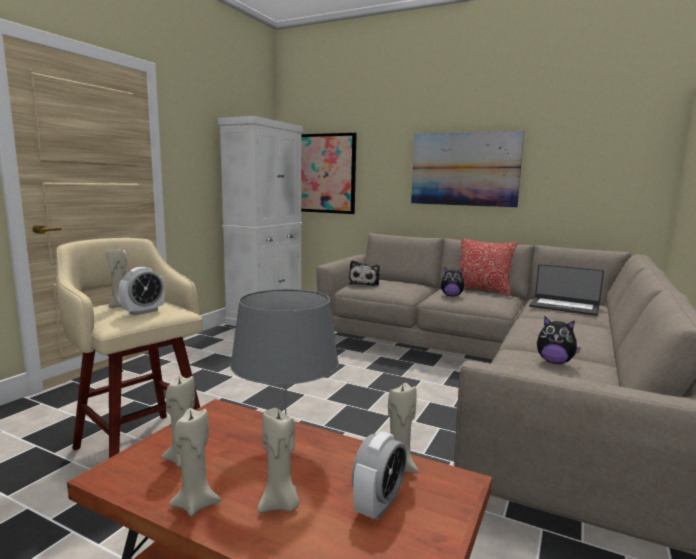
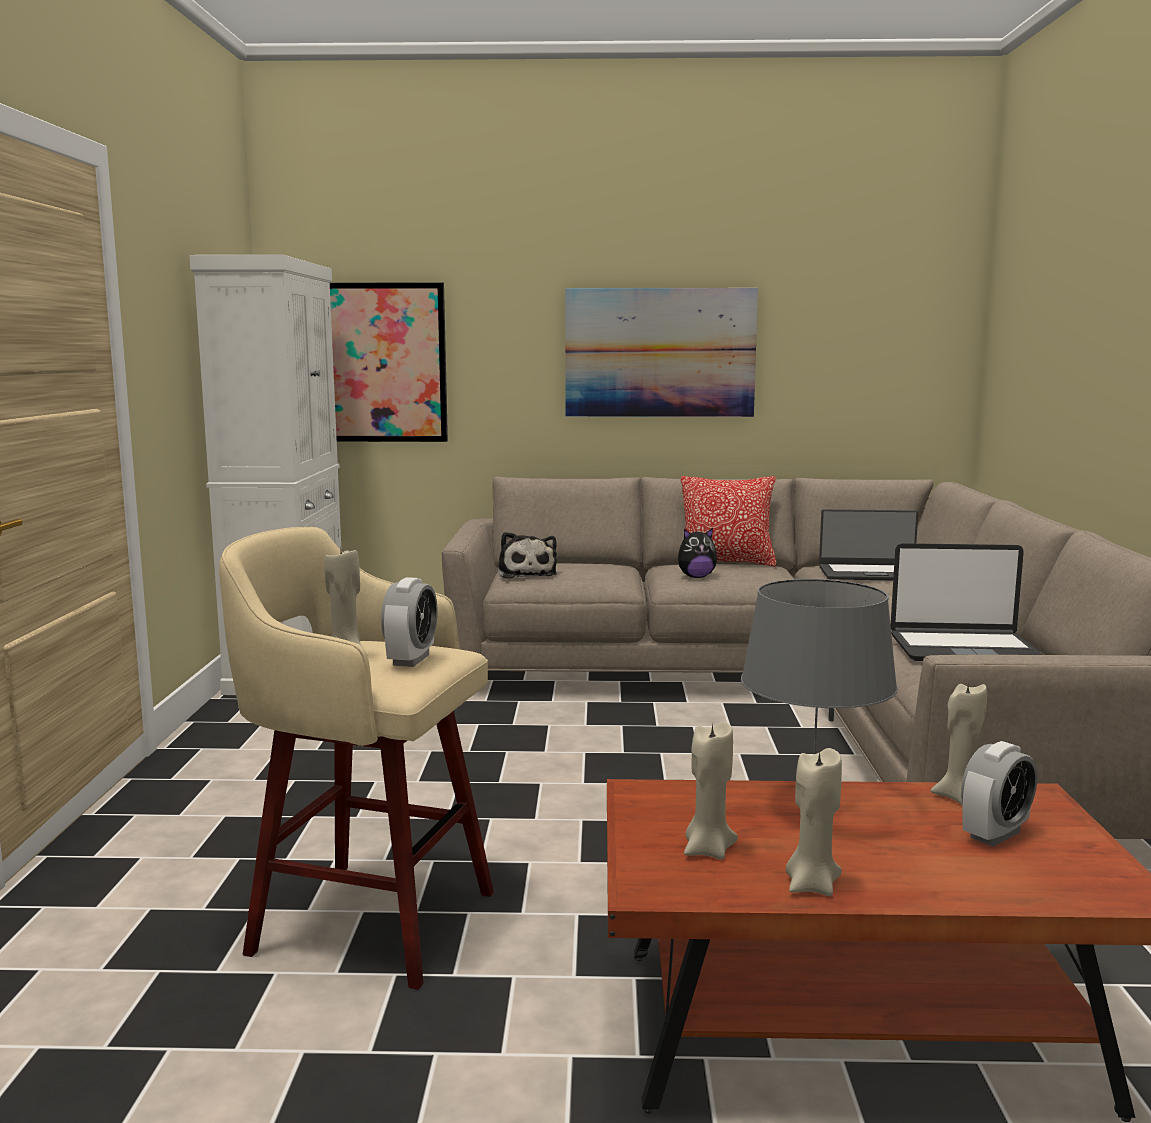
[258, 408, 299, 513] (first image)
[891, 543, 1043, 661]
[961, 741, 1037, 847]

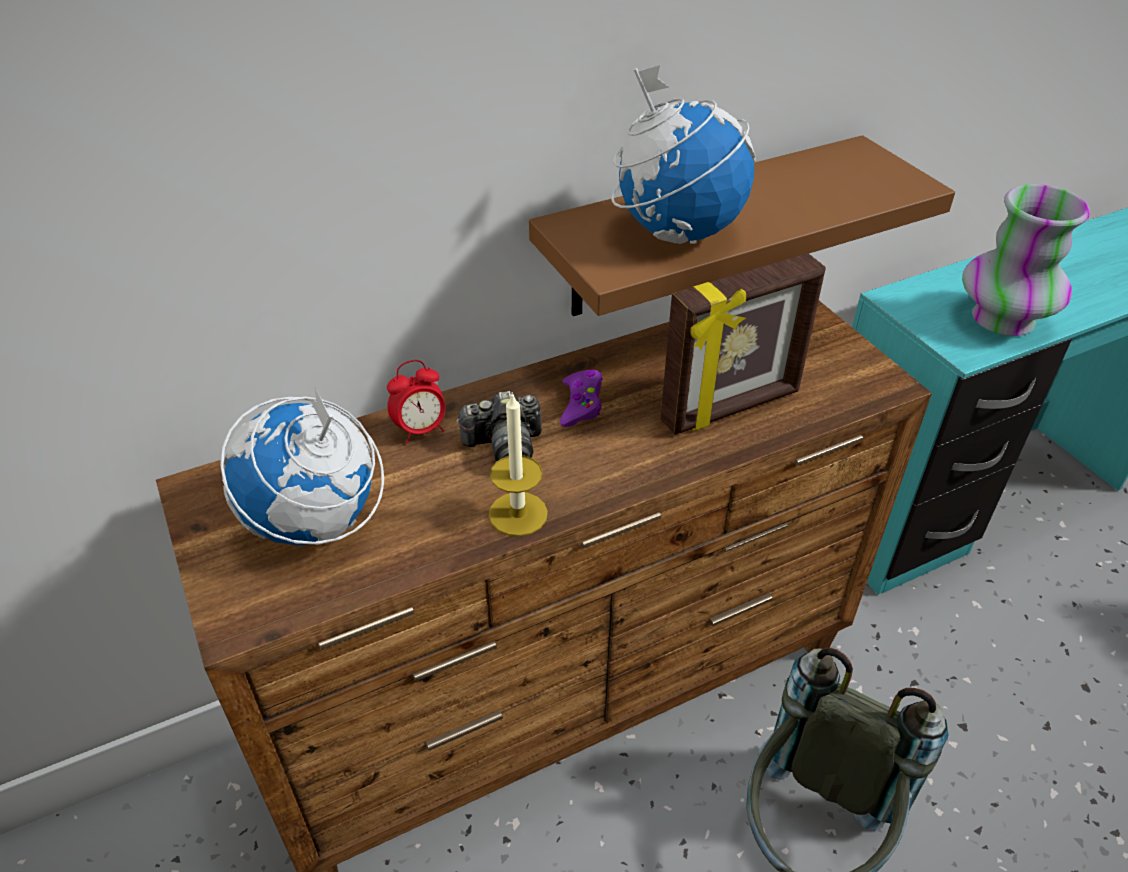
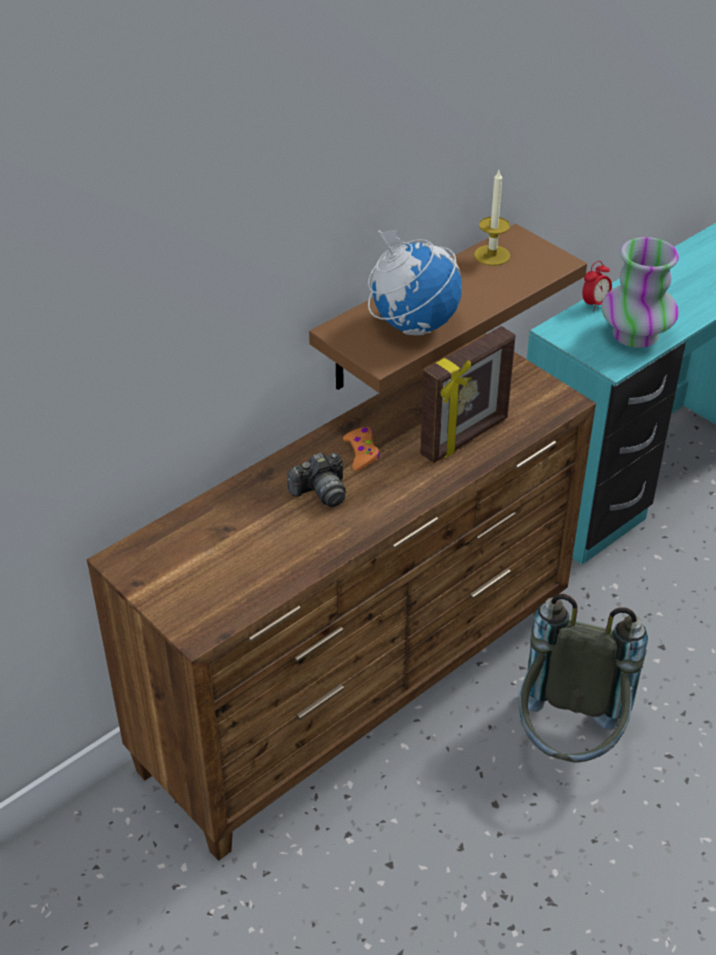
[220, 388, 384, 545] (first image)
[583, 261, 612, 312]
[474, 170, 510, 266]
[343, 427, 380, 471]

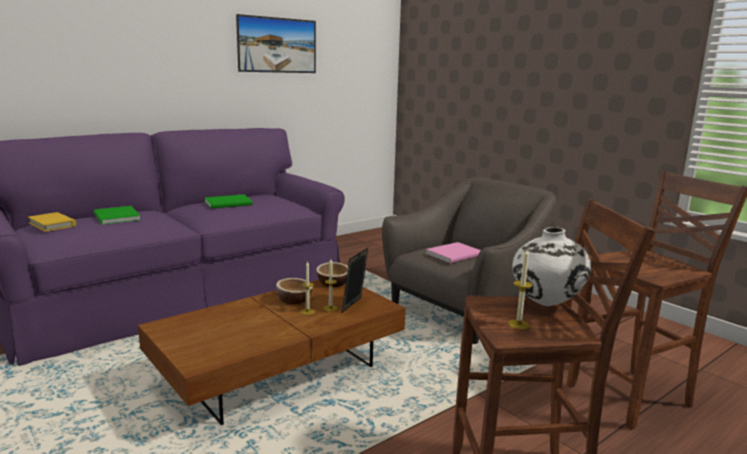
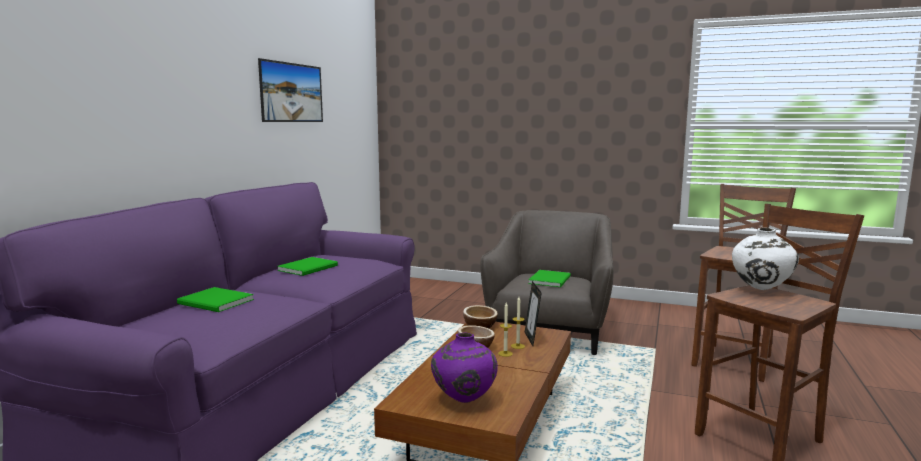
[28, 212, 76, 232] (first image)
[508, 249, 533, 329] (first image)
[431, 333, 498, 403]
[528, 270, 571, 287]

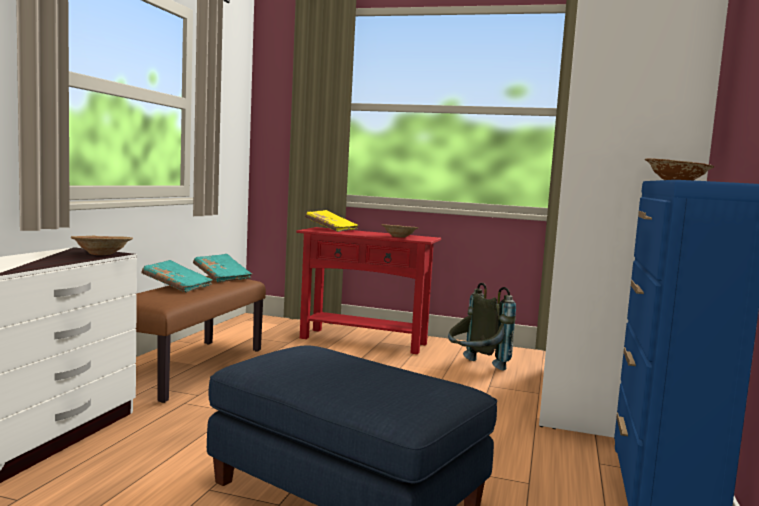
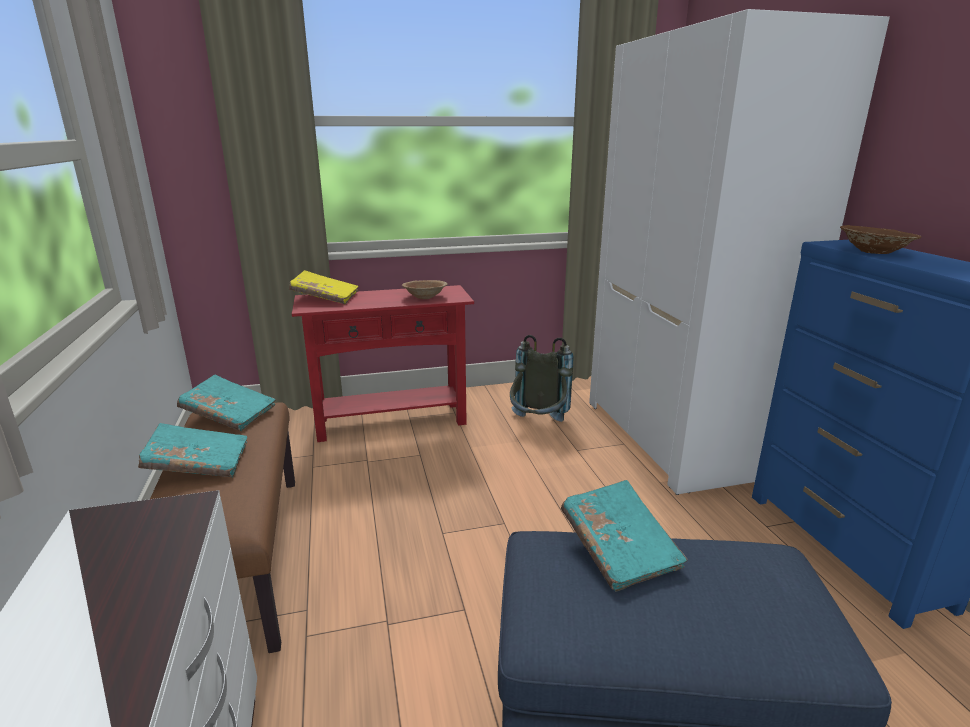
[71, 235, 133, 255] (first image)
[561, 480, 688, 592]

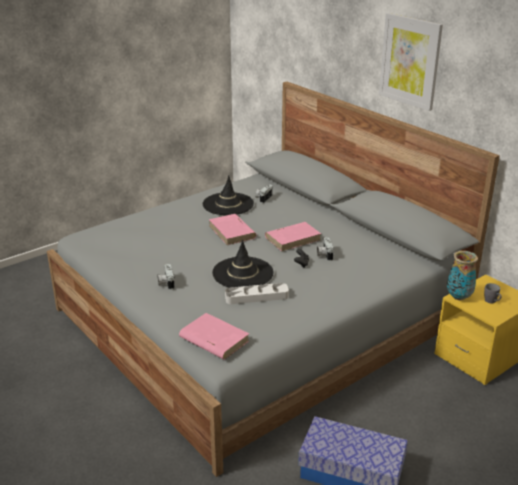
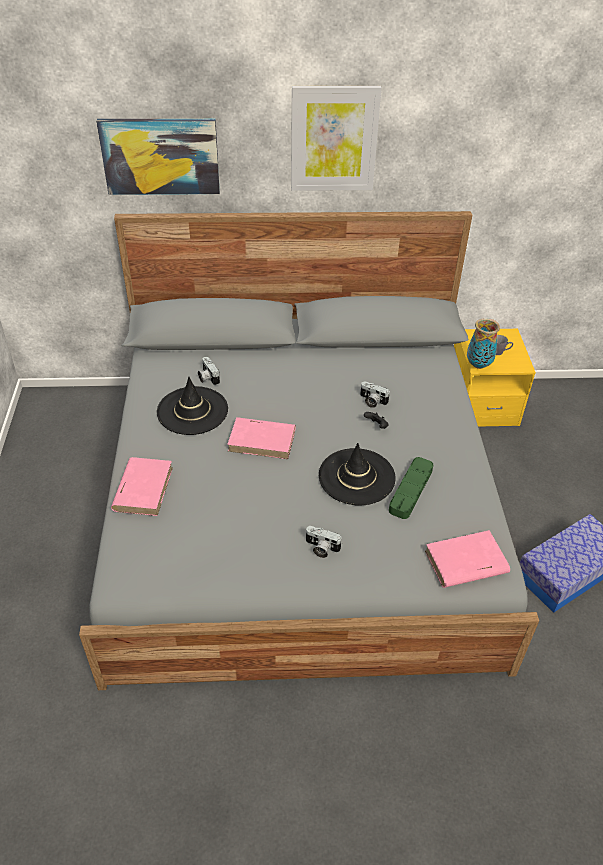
[96, 119, 220, 195]
[111, 457, 173, 516]
[389, 457, 433, 519]

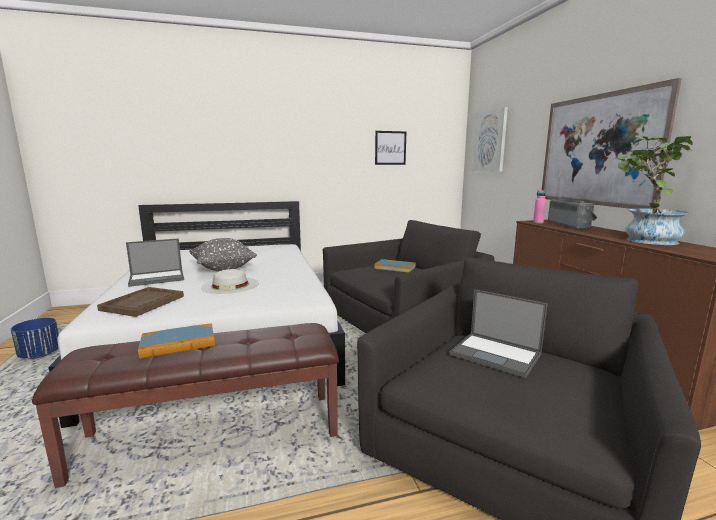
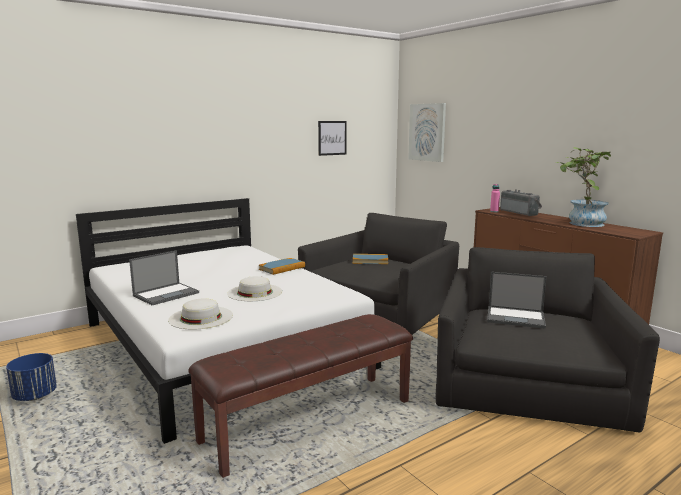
[189, 238, 257, 271] (first image)
[542, 78, 682, 209] (first image)
[259, 258, 305, 275]
[168, 299, 233, 330]

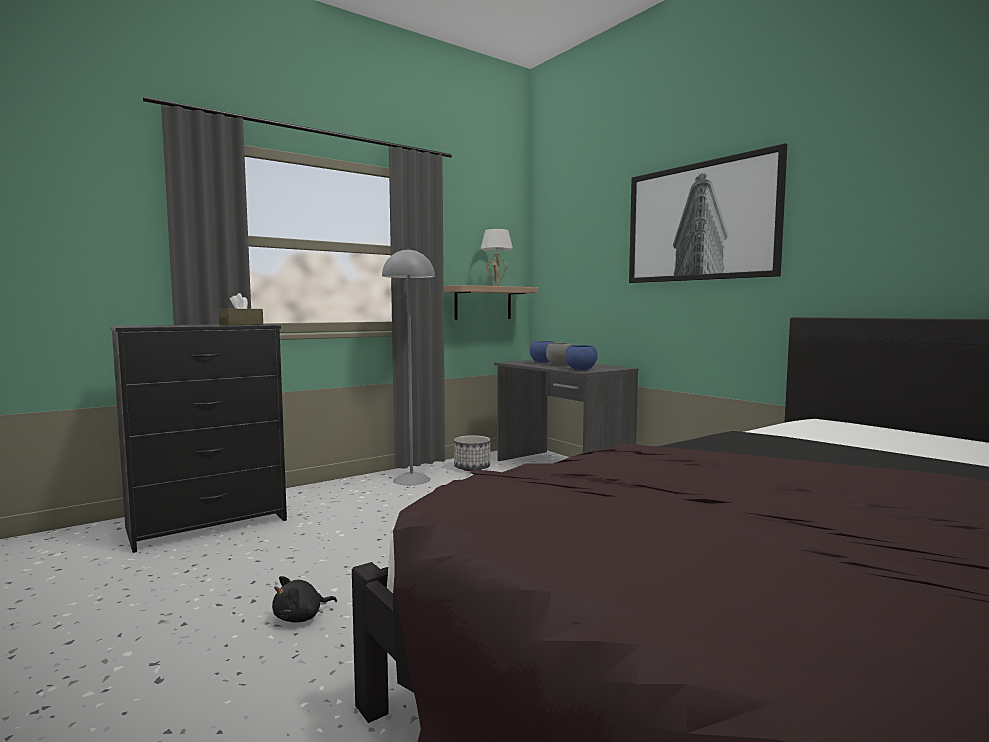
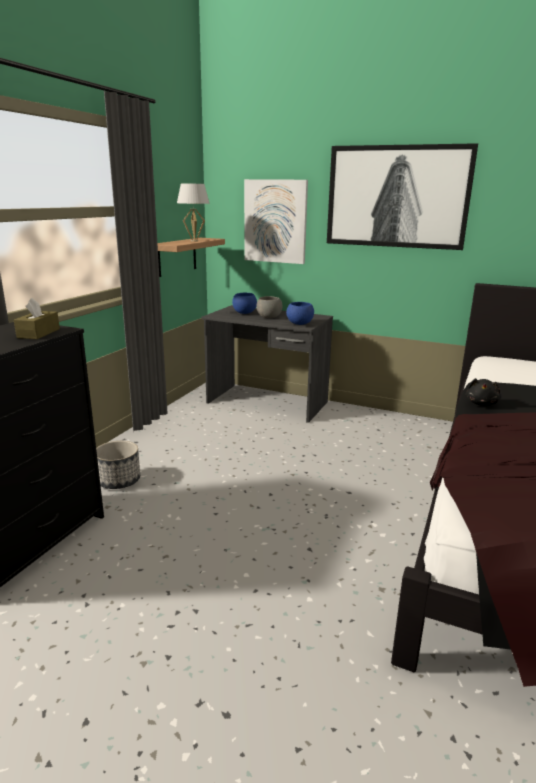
[382, 248, 435, 485] (first image)
[244, 179, 308, 264]
[466, 378, 501, 406]
[96, 441, 140, 489]

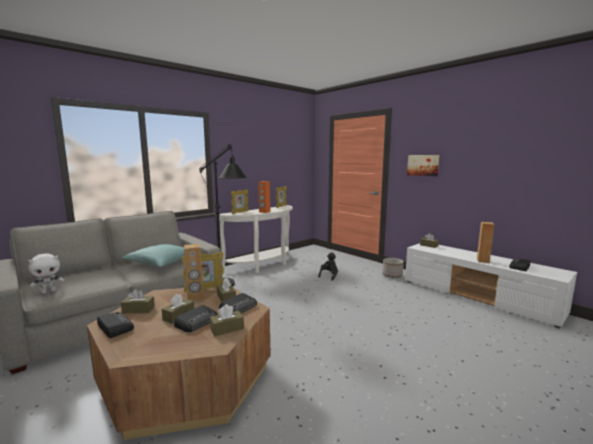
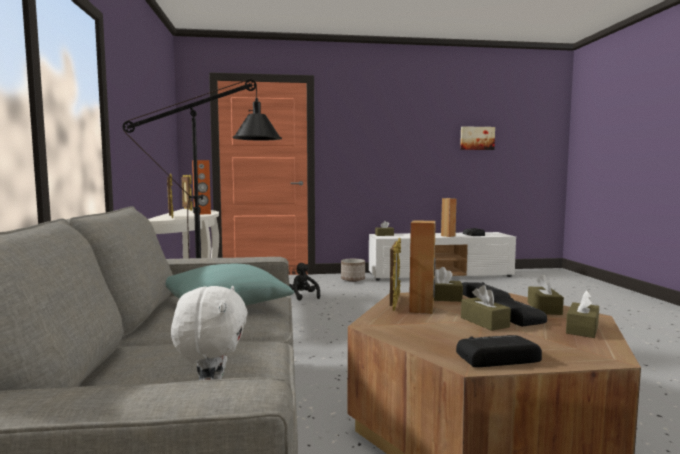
[566, 291, 599, 338]
[460, 126, 495, 150]

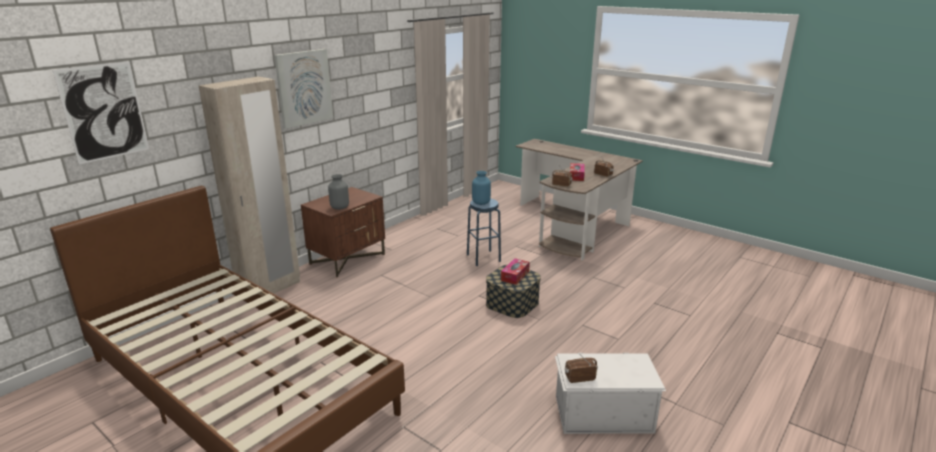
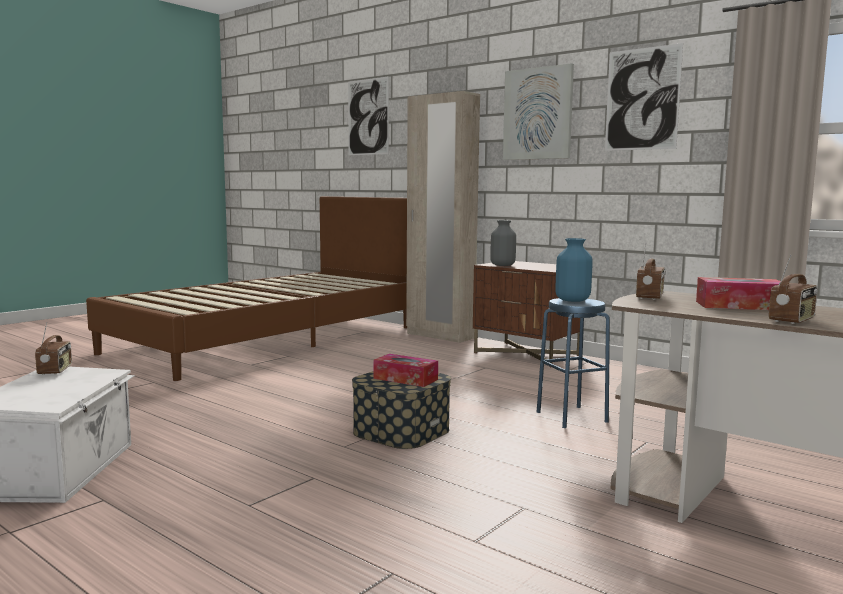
[605, 43, 683, 151]

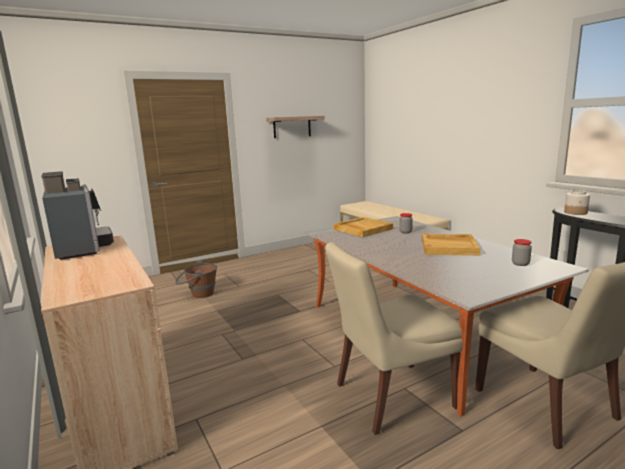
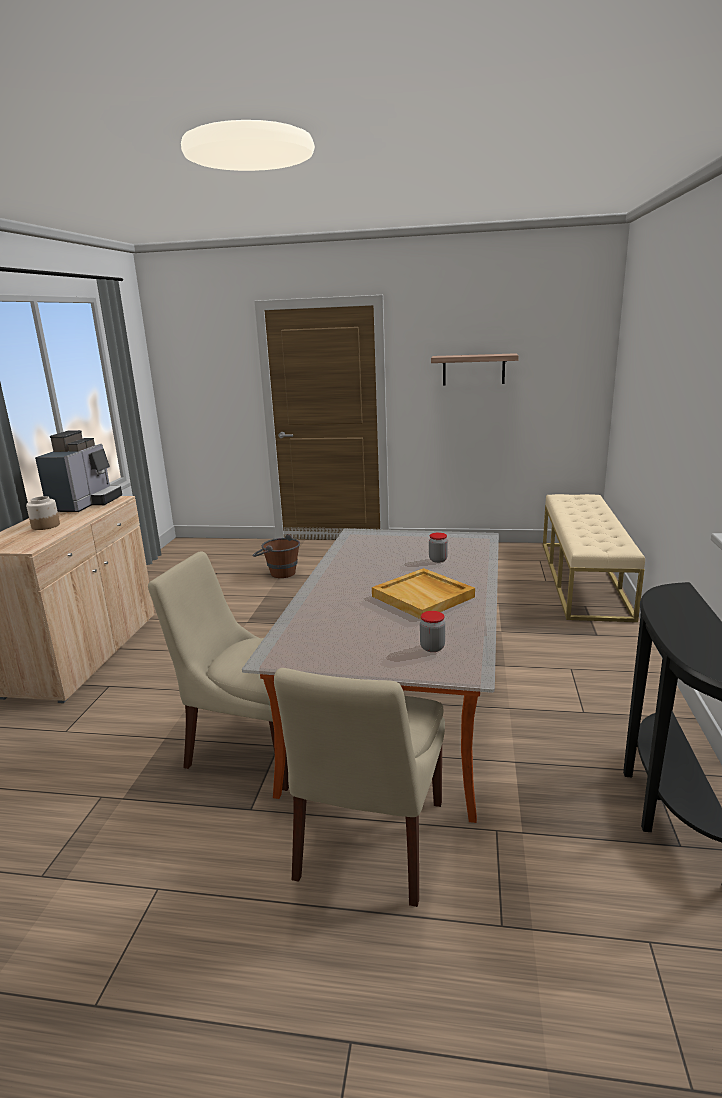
[334, 217, 393, 237] (first image)
[26, 496, 60, 530]

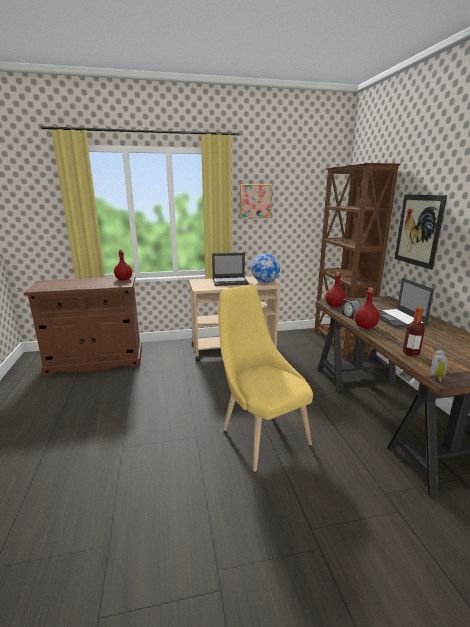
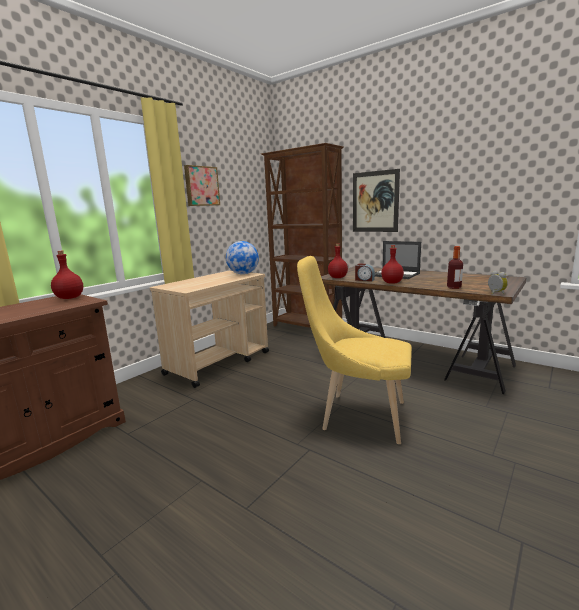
[212, 253, 249, 286] (first image)

